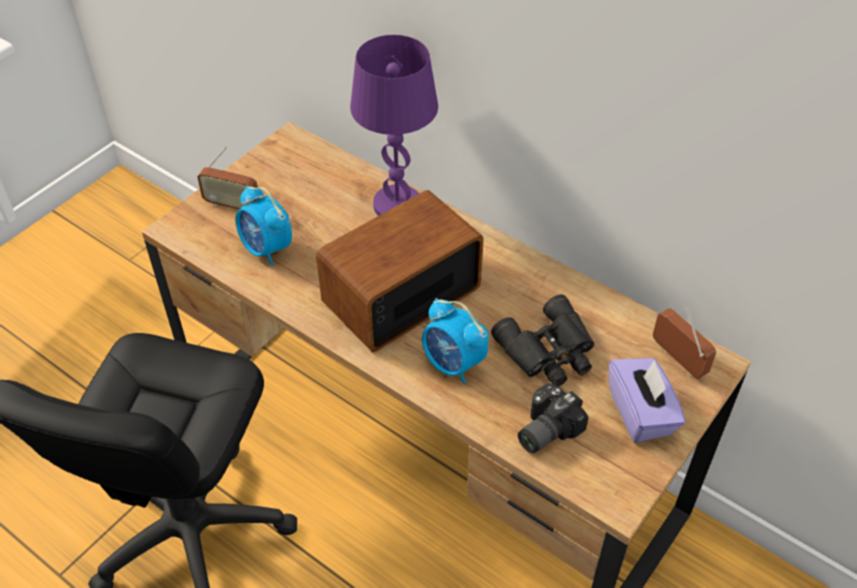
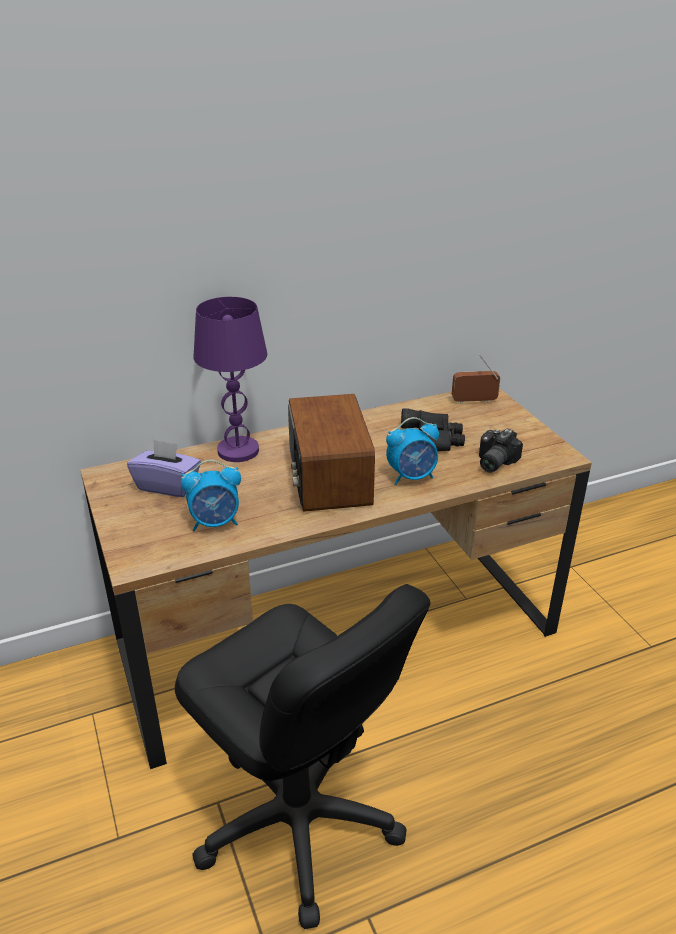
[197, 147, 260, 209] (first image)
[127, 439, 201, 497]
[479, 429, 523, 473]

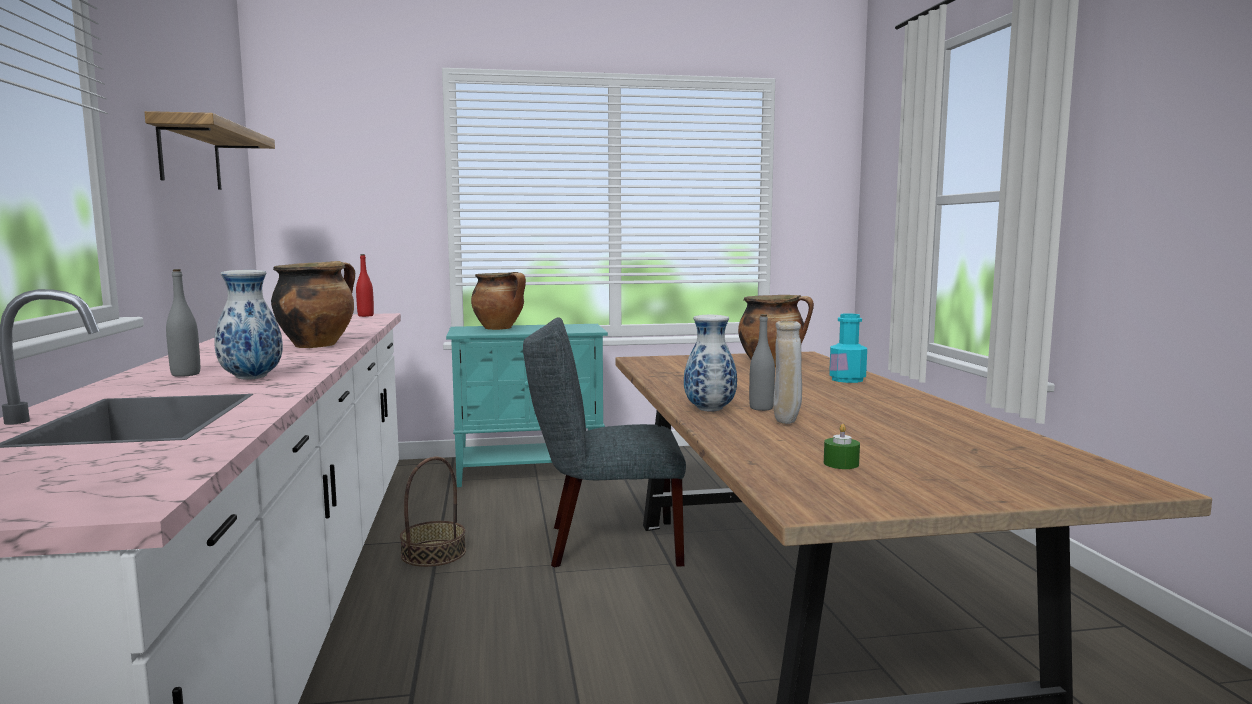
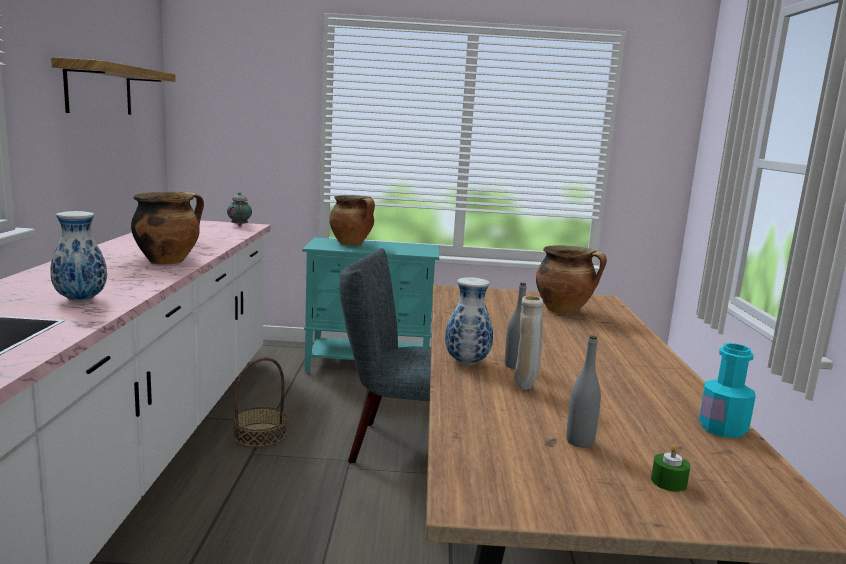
[566, 335, 601, 448]
[651, 445, 691, 492]
[699, 343, 756, 438]
[227, 192, 252, 227]

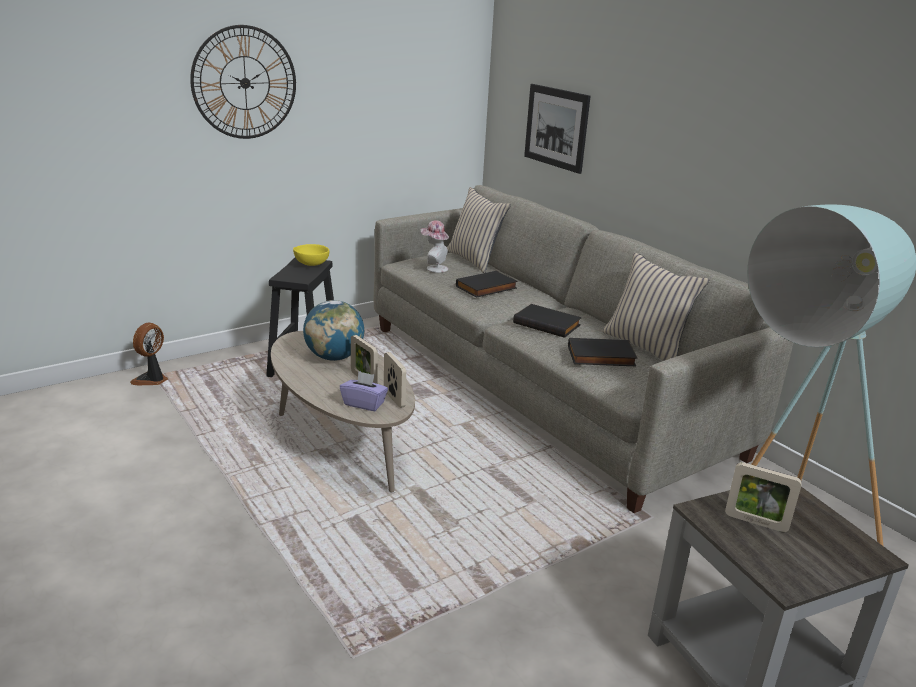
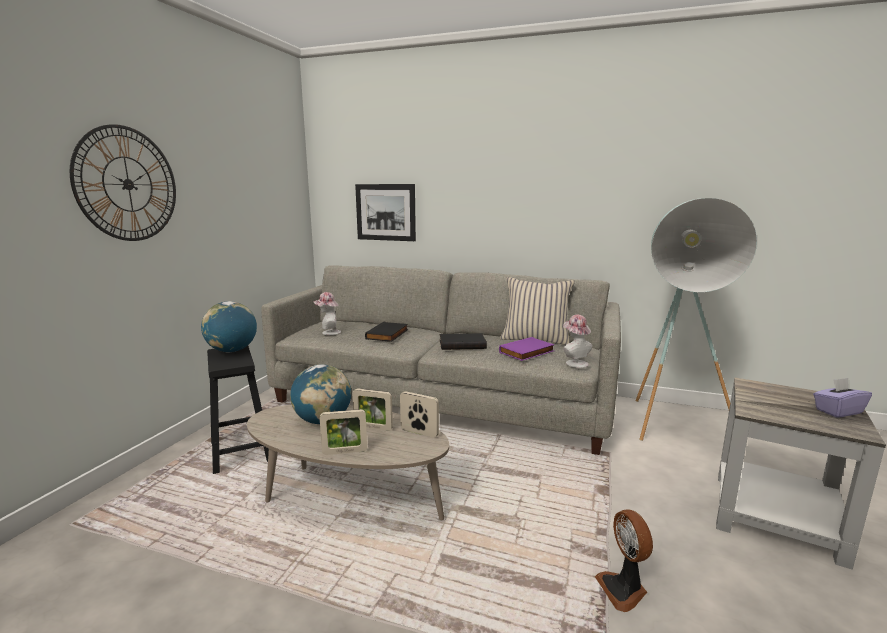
[447, 187, 511, 273] (first image)
[563, 315, 592, 368]
[595, 510, 653, 612]
[813, 378, 872, 418]
[320, 409, 367, 455]
[201, 301, 257, 352]
[499, 337, 555, 361]

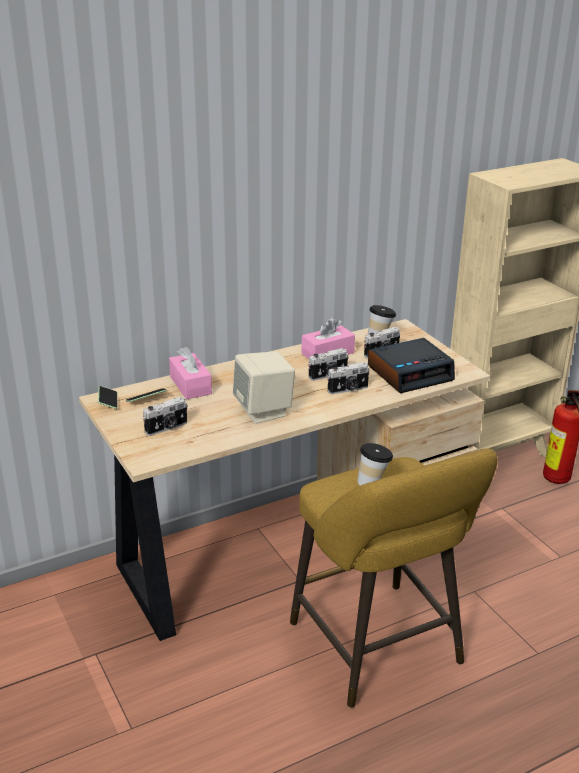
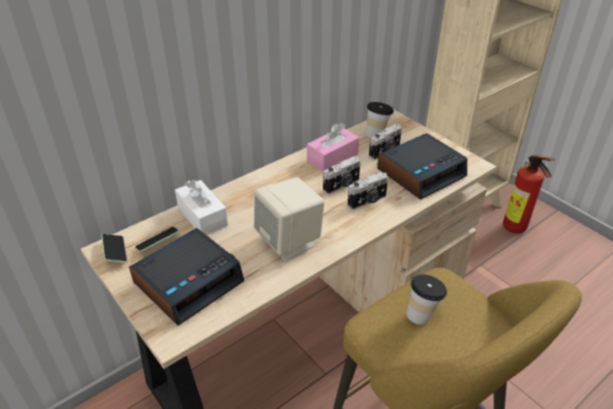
[129, 228, 244, 326]
[175, 180, 228, 235]

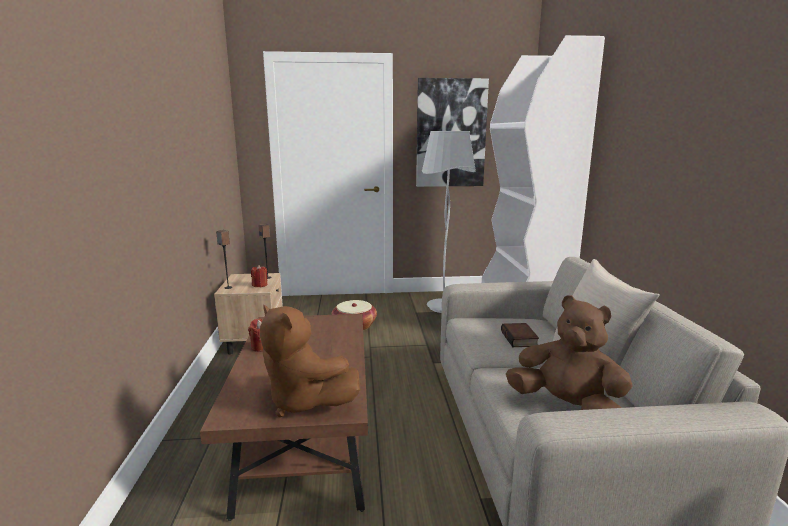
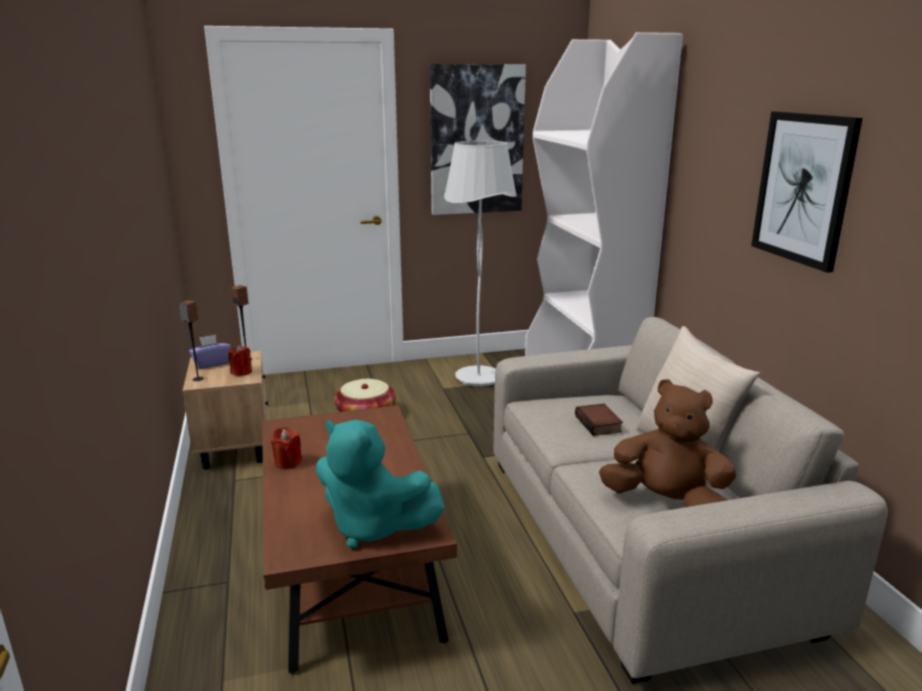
[189, 334, 231, 369]
[751, 112, 863, 273]
[316, 420, 445, 549]

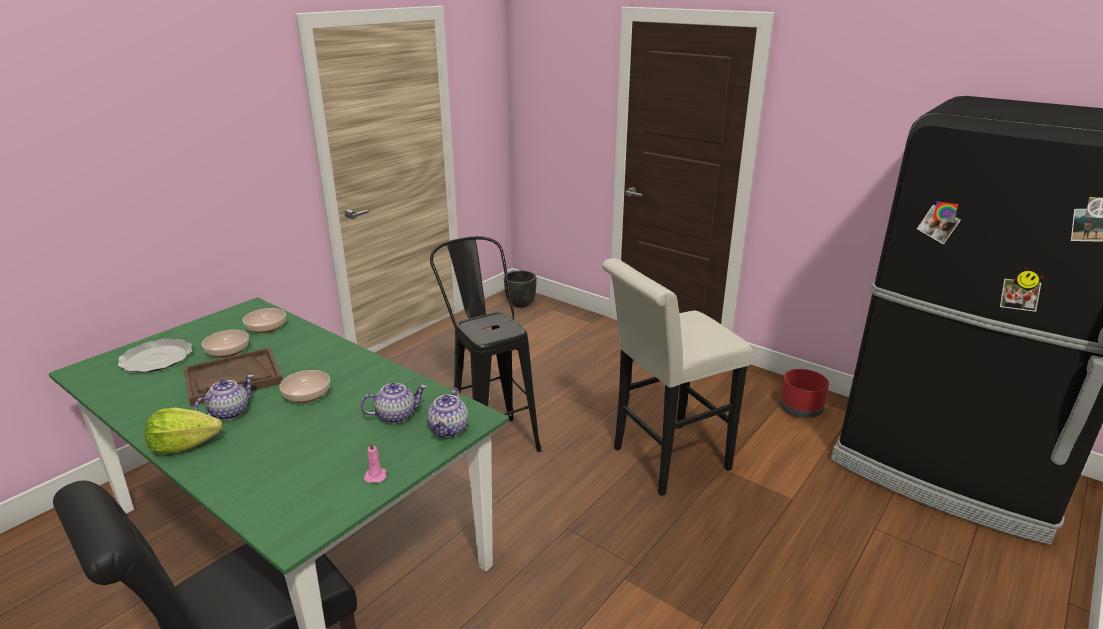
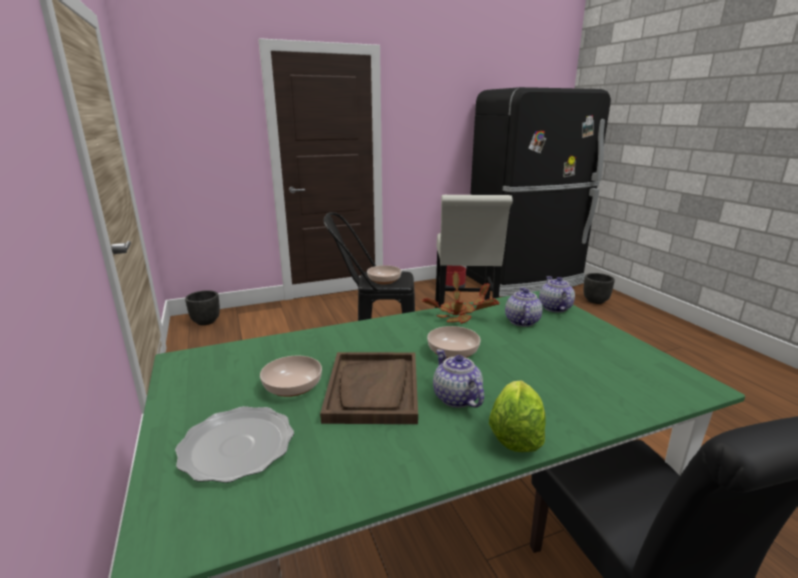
[364, 441, 387, 483] (first image)
[422, 272, 500, 324]
[583, 273, 615, 304]
[367, 265, 402, 284]
[539, 276, 575, 313]

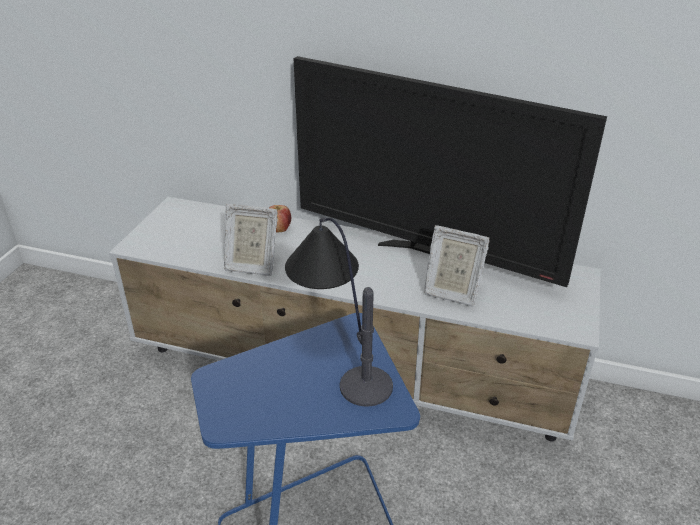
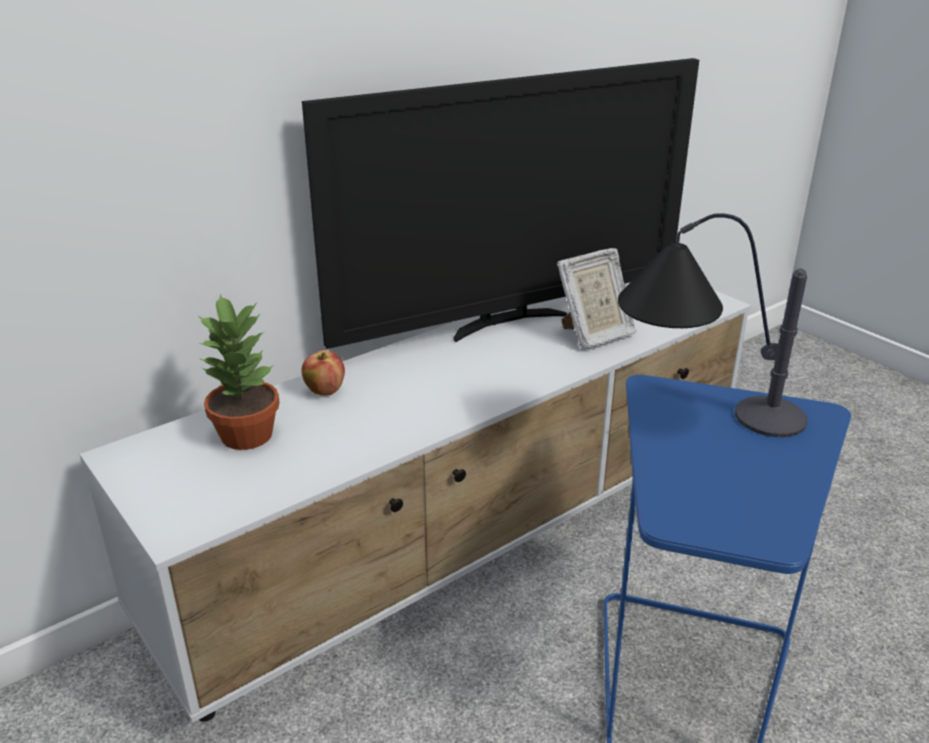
[224, 204, 278, 276] (first image)
[199, 294, 280, 450]

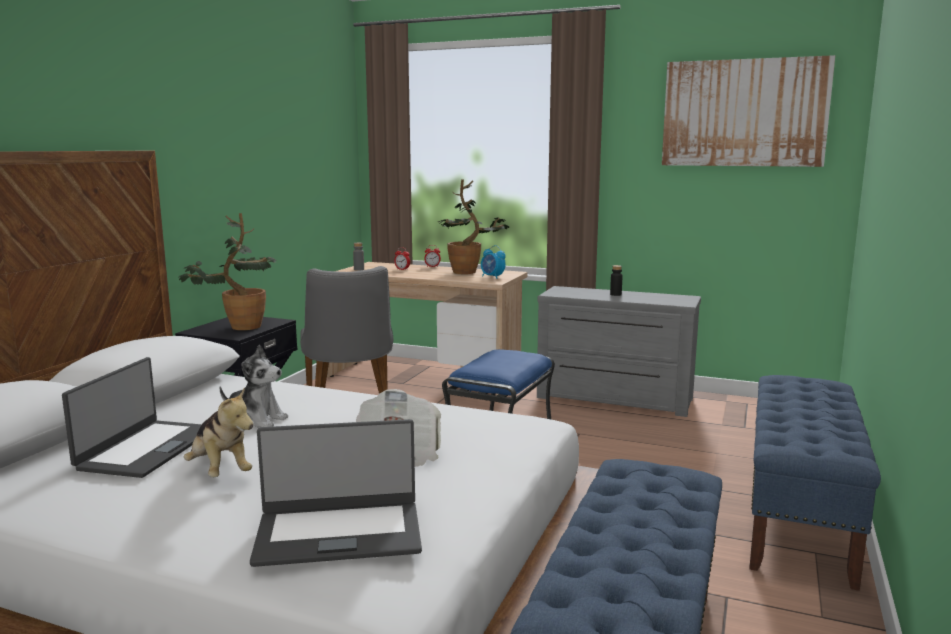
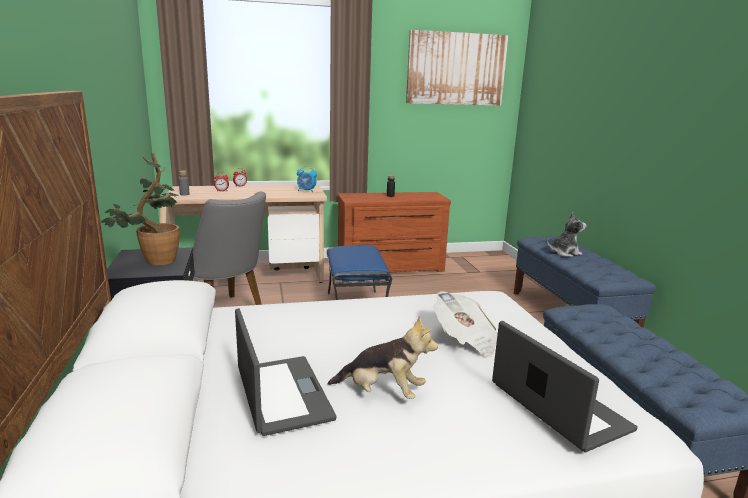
[438, 179, 510, 274] (first image)
[547, 212, 586, 257]
[338, 192, 451, 272]
[492, 321, 638, 452]

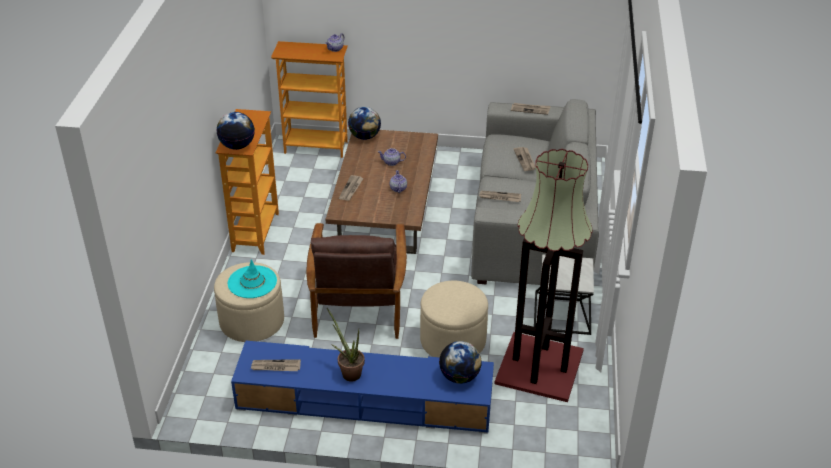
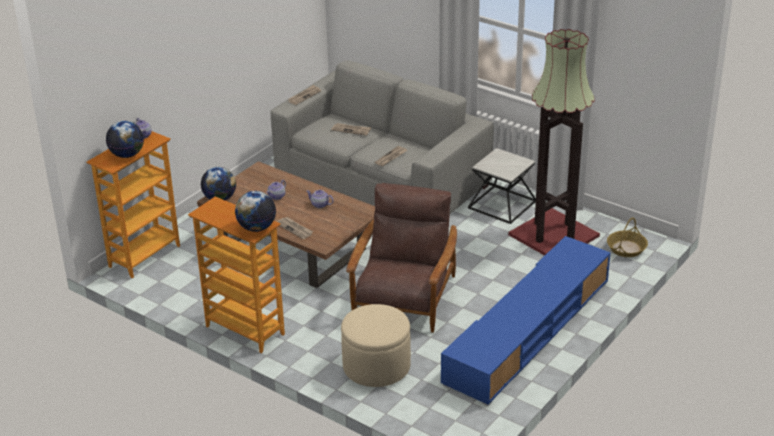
[228, 259, 277, 298] (first image)
[250, 359, 301, 371] (first image)
[327, 308, 365, 382] (first image)
[420, 281, 488, 357] (first image)
[607, 217, 648, 257]
[106, 121, 144, 158]
[346, 183, 457, 333]

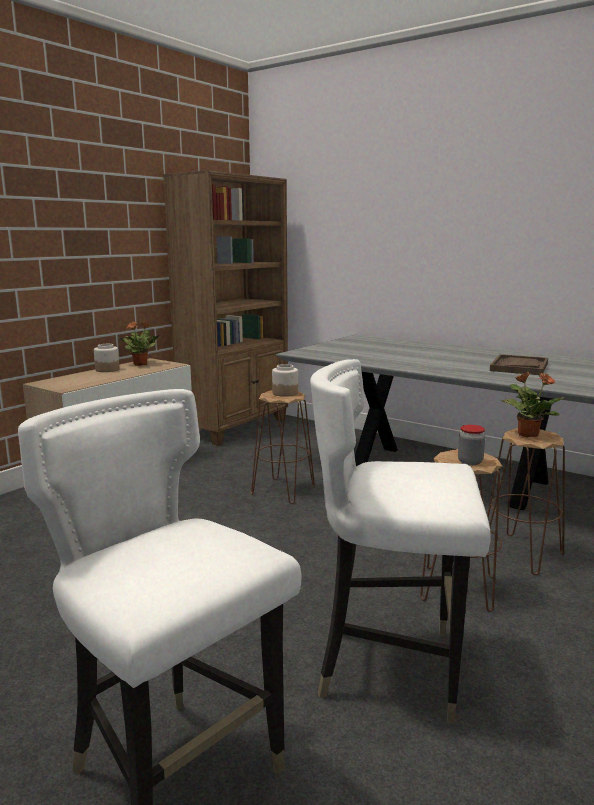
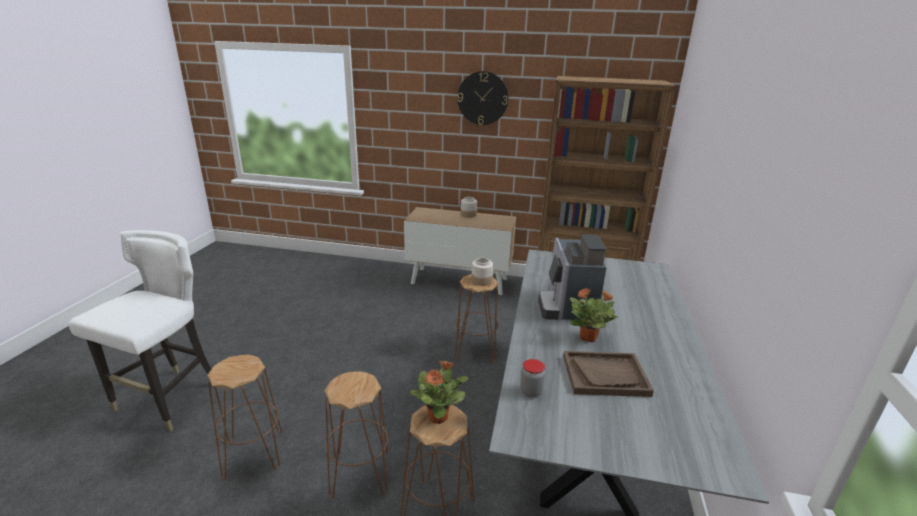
[457, 71, 508, 125]
[538, 234, 607, 320]
[569, 288, 618, 342]
[520, 359, 545, 397]
[207, 354, 282, 479]

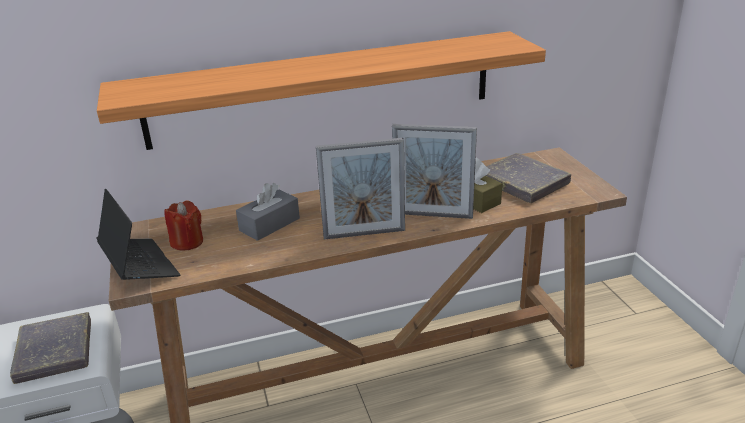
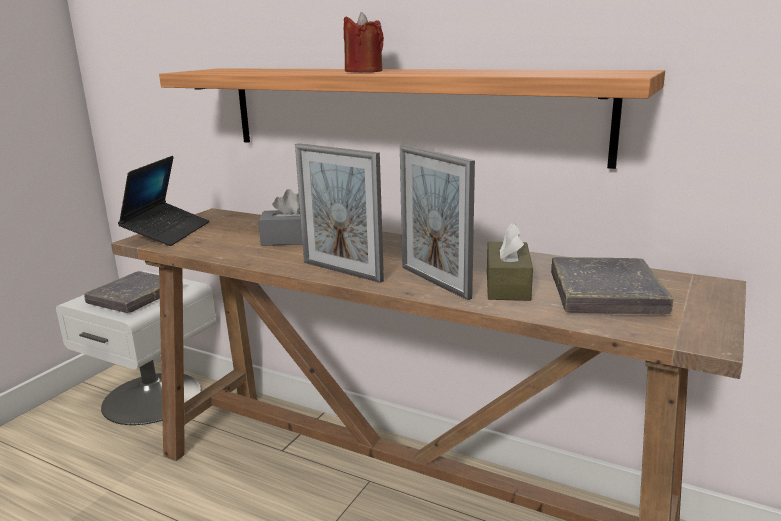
[344, 12, 384, 73]

